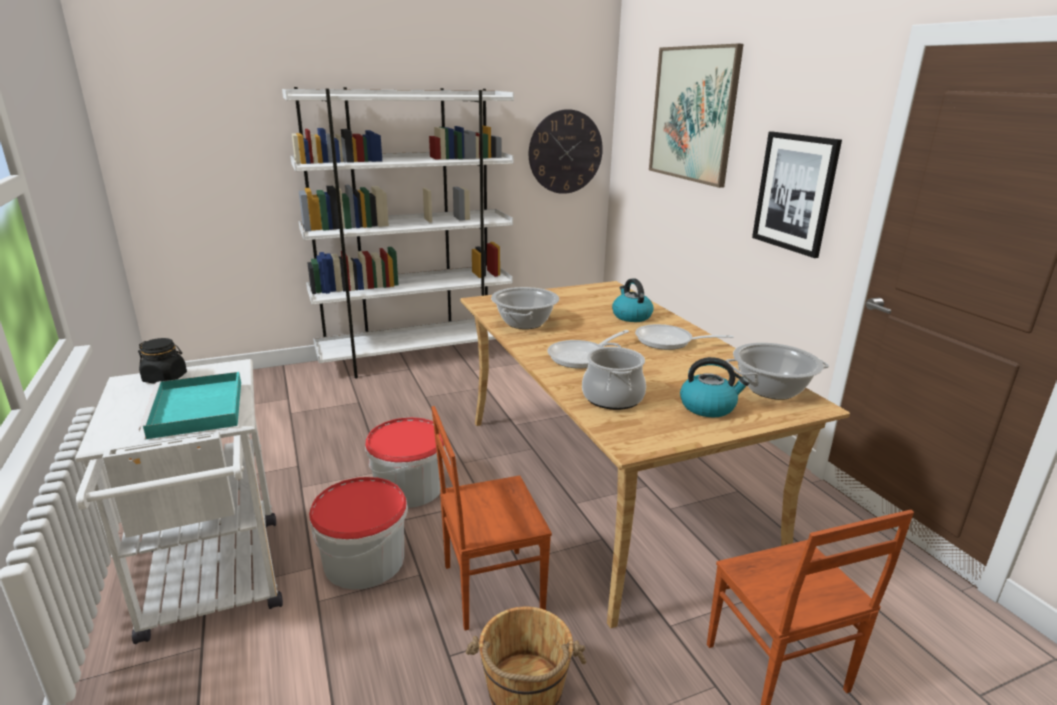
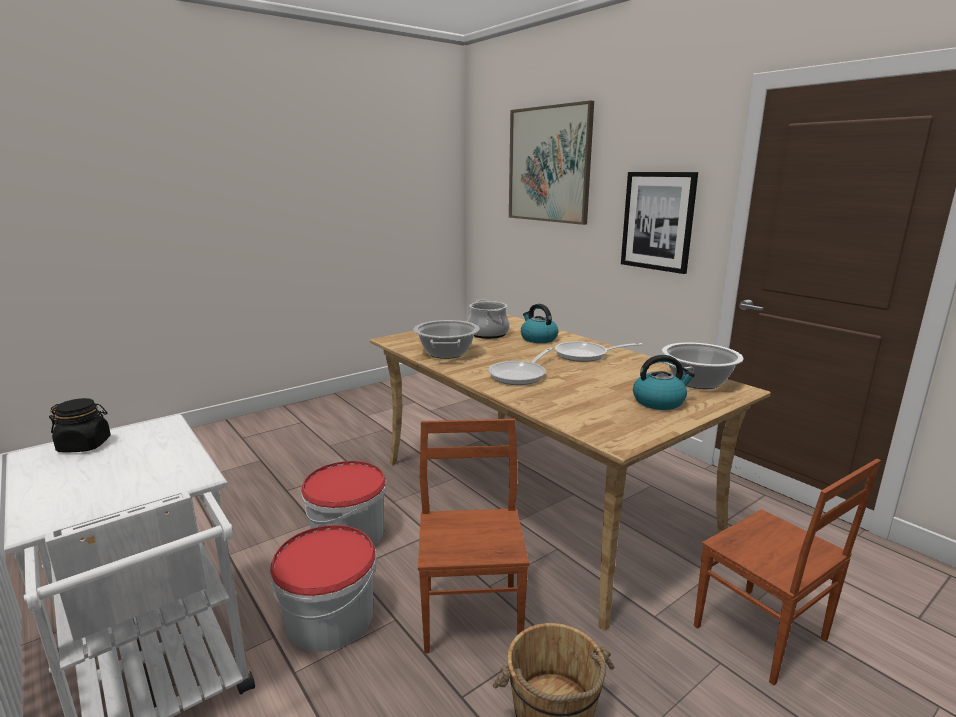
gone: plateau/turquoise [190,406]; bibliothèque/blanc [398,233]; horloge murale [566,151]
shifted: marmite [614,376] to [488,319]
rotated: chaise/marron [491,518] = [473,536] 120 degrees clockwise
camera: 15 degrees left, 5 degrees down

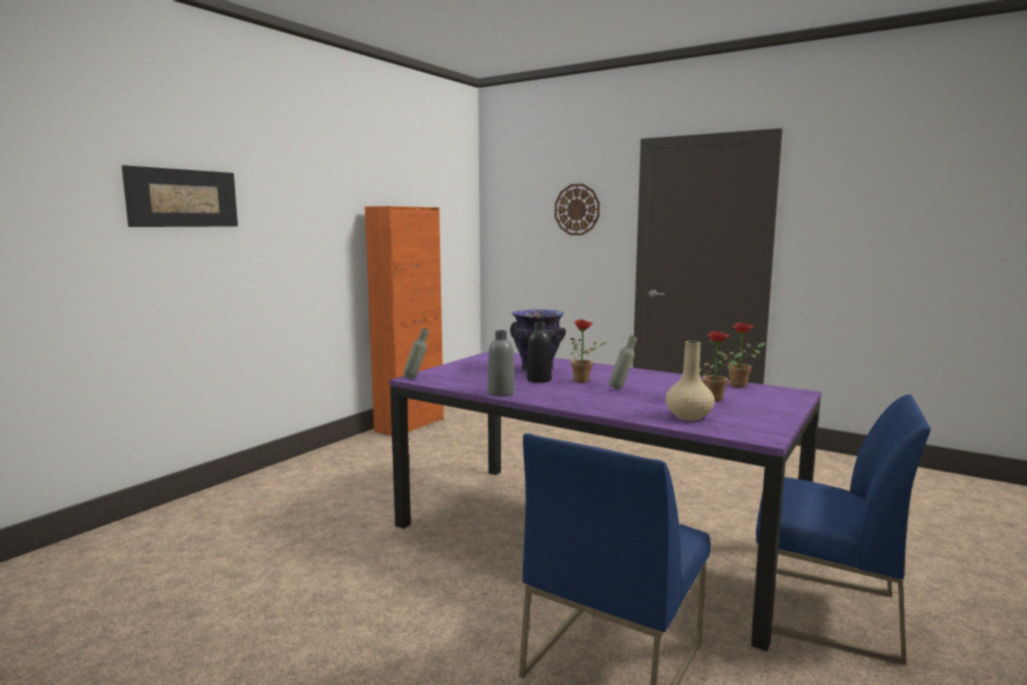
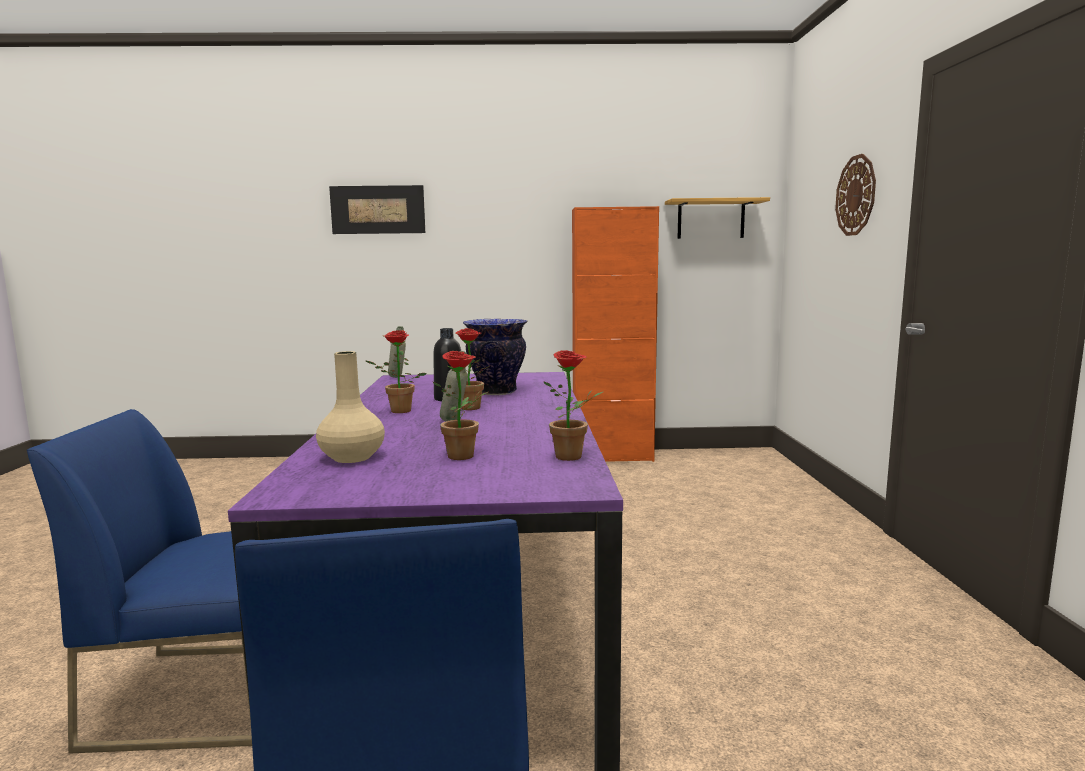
gone: bouteille/gris [501,363]
new: plante en pot [395,371]; étagère [717,218]
camera: 55 degrees right, 0 degrees up

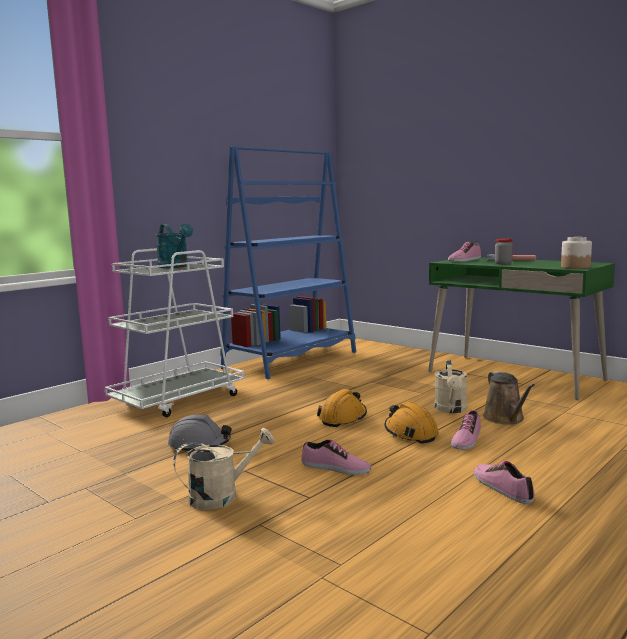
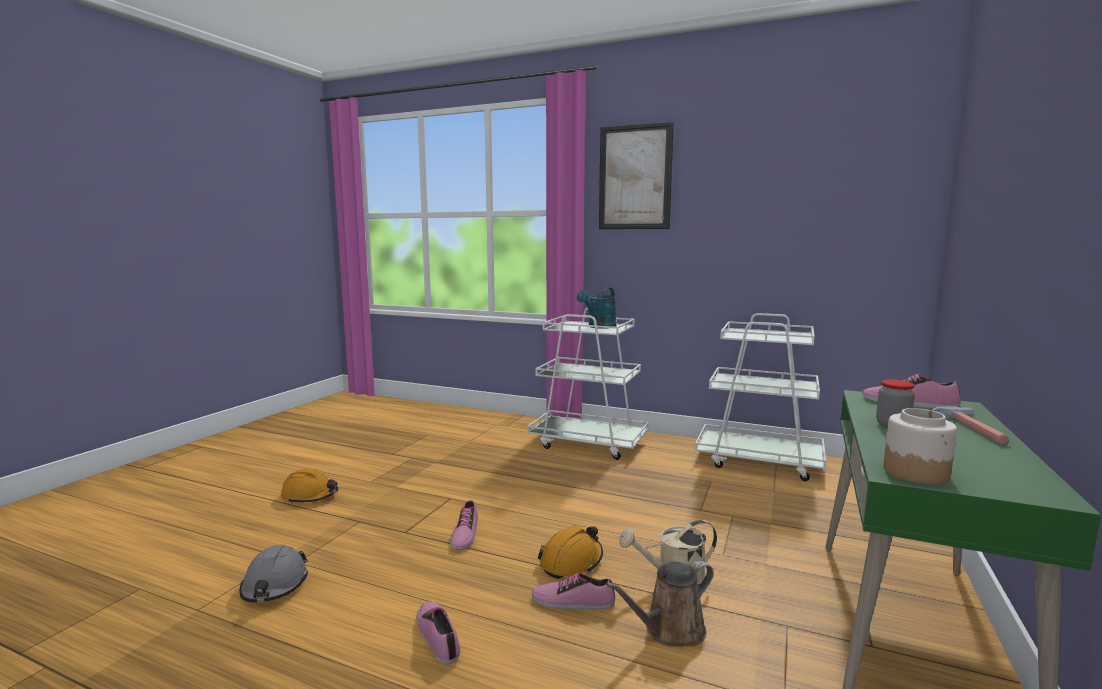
gone: arrosoir/beige [224,469]
new: tableau [636,175]
shifted: casque de chantier/gris [200,434] to [273,573]; casque de chantier/orange [342,408] to [310,486]
swapped: bibliothèque/bleu [288,262] to chariot/blanc [760,397]
rotated: chaussure [504,482] = [438,632] 75 degrees counterclockwise
camera: 70 degrees right, 0 degrees up

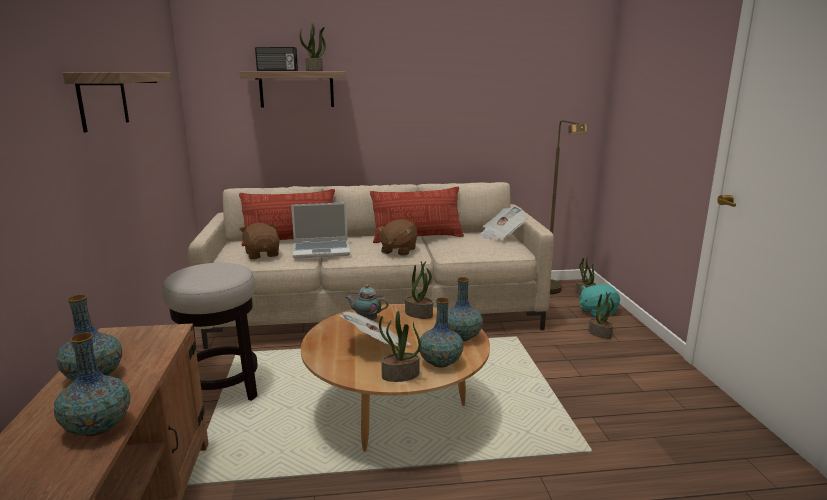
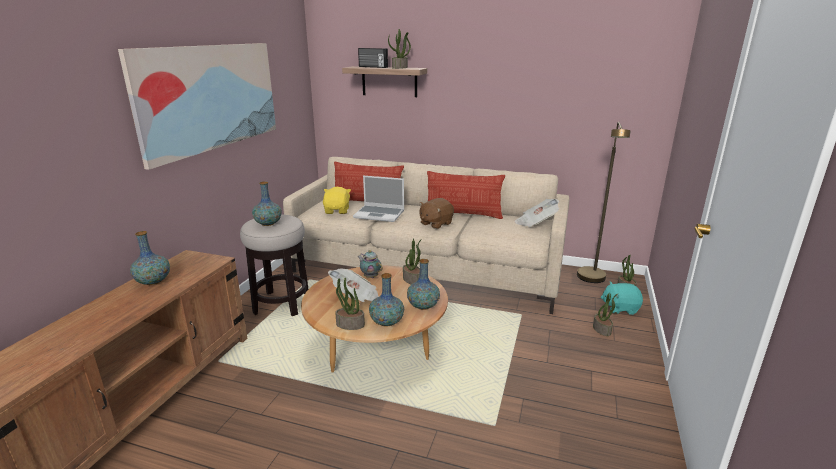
shifted: vase [92,384] to [267,203]
swapped: étagère [117,102] to tableau [197,106]
repainted: peluche/marron [259,241] to peluche/jaune [337,200]
camera: 25 degrees right, 5 degrees up

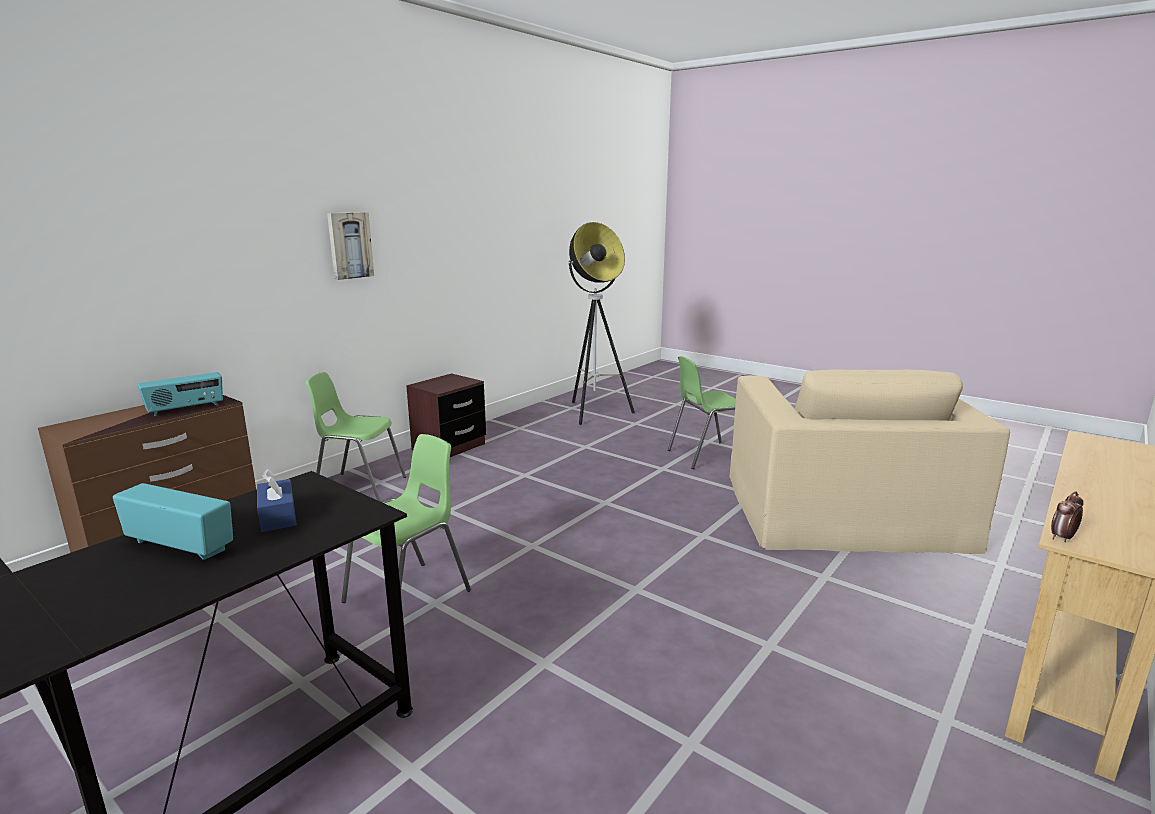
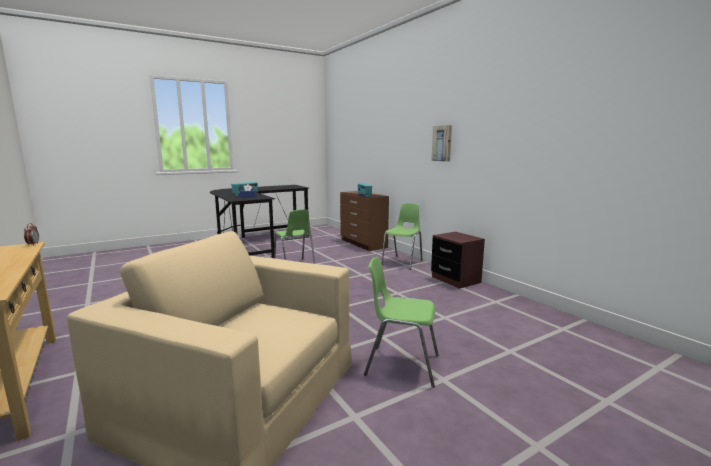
gone: lampadaire [602,323]
rotated: chaise/vert [702,412] = [401,322] 75 degrees counterclockwise
camera: 110 degrees right, 5 degrees down

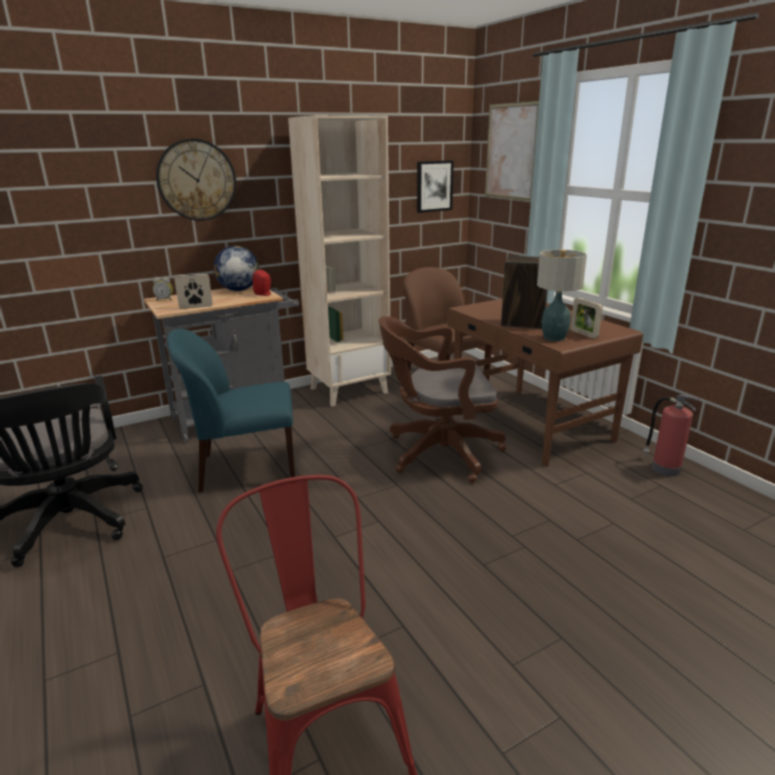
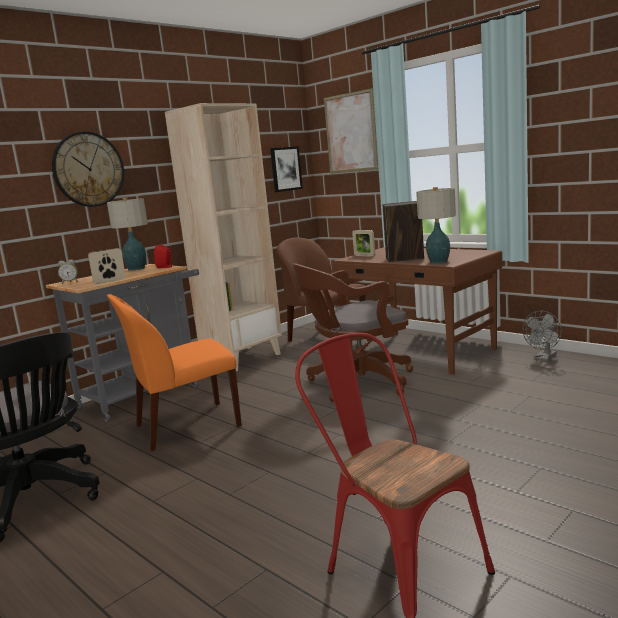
shifted: cadre photo [587,318] to [363,243]
swapped: globe [236,268] to lampe de table [127,234]; extincteur [671,436] to ventilateur/gris [542,336]
repainted: chaise/bleu [231,410] to chaise/orange [174,372]
camera: 15 degrees left, 10 degrees down

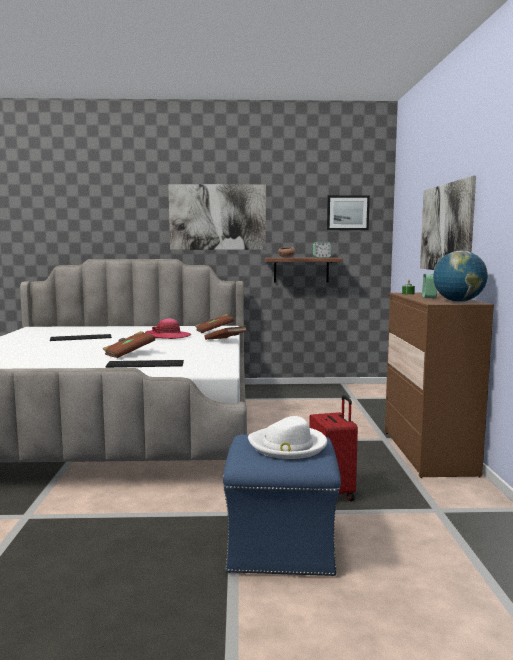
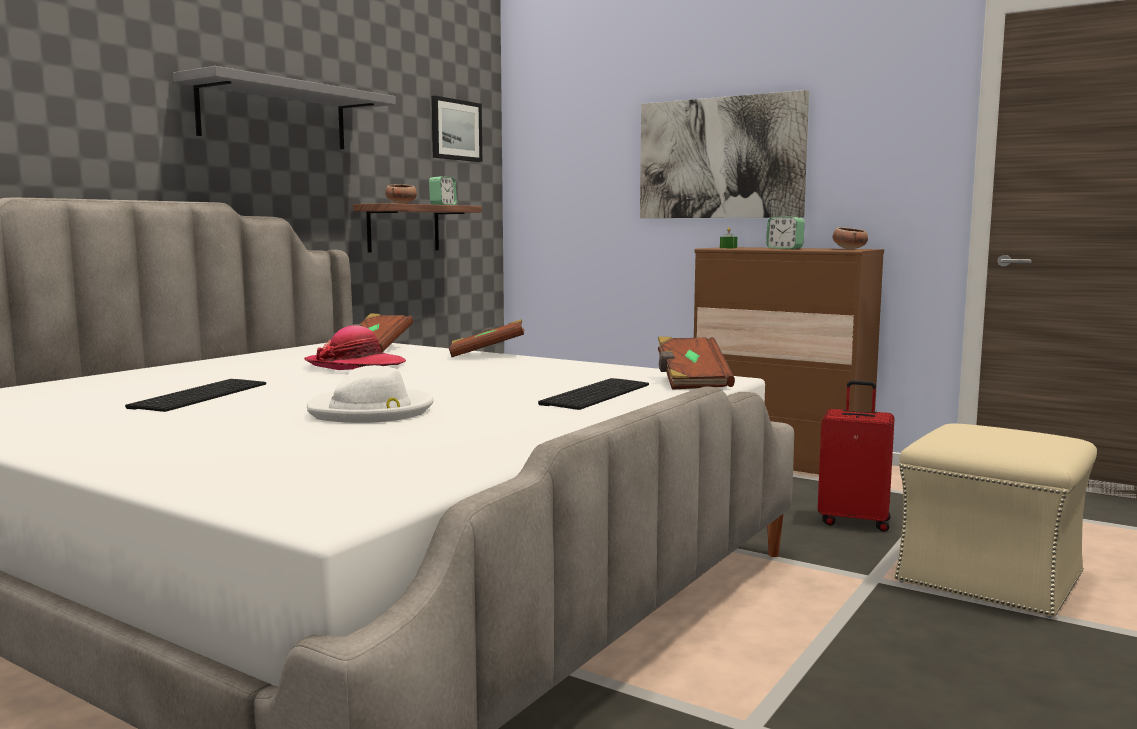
shifted: livre/marron [129,344] to [696,363]; chapeau/blanc [287,437] to [370,394]
swapped: tableau [217,217] to étagère/gris [284,107]; globe [460,276] to bol [850,238]
repainted: pouf/bleu [282,505] to pouf/beige [996,521]
camera: 55 degrees left, 0 degrees up

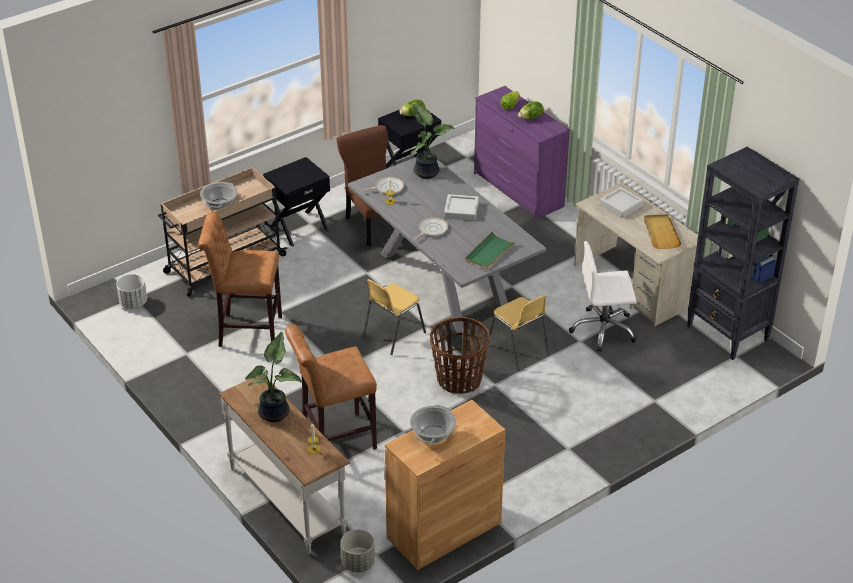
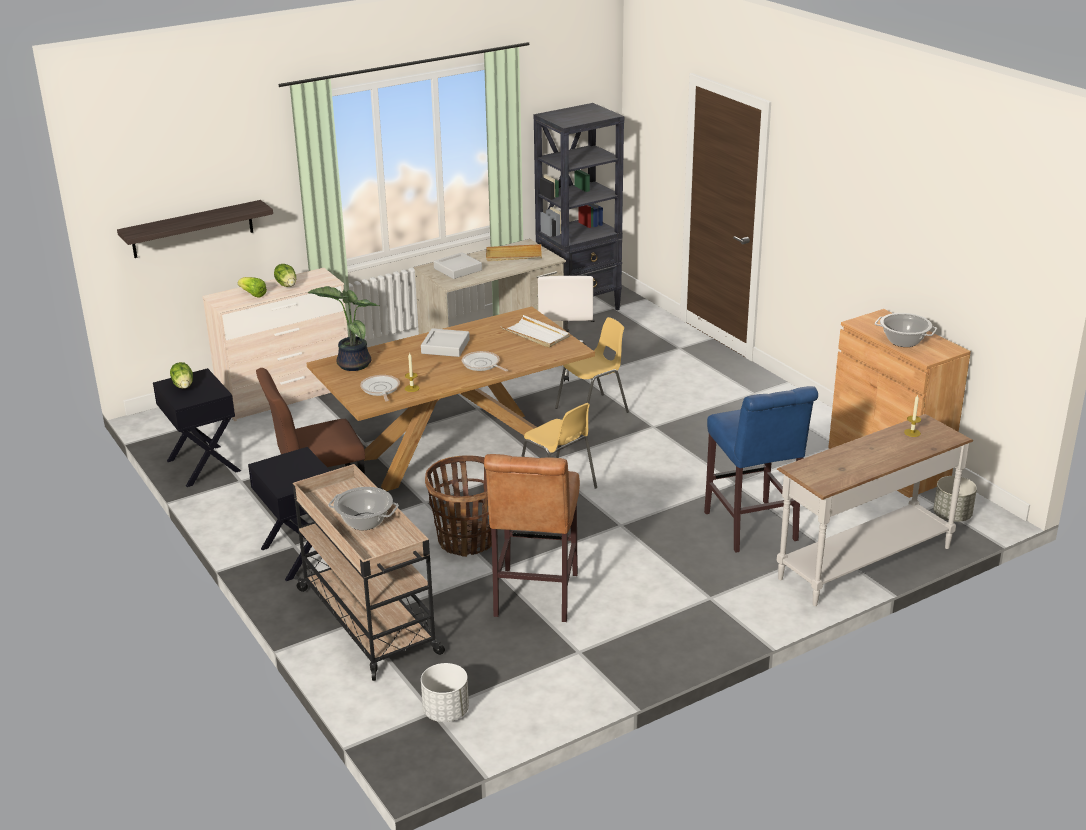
gone: plante en pot [273,377]
new: étagère [195,229]
shifted: panier [460,355] to [458,506]
repainted: tabouret/marron [331,386] to tabouret/bleu [761,469]; table à manger/gris [447,245] to table à manger/marron [451,398]; plateau/vert [491,250] to plateau/blanc [535,331]; commode/violet [522,153] to commode/beige [275,344]
camera: 85 degrees left, 10 degrees down

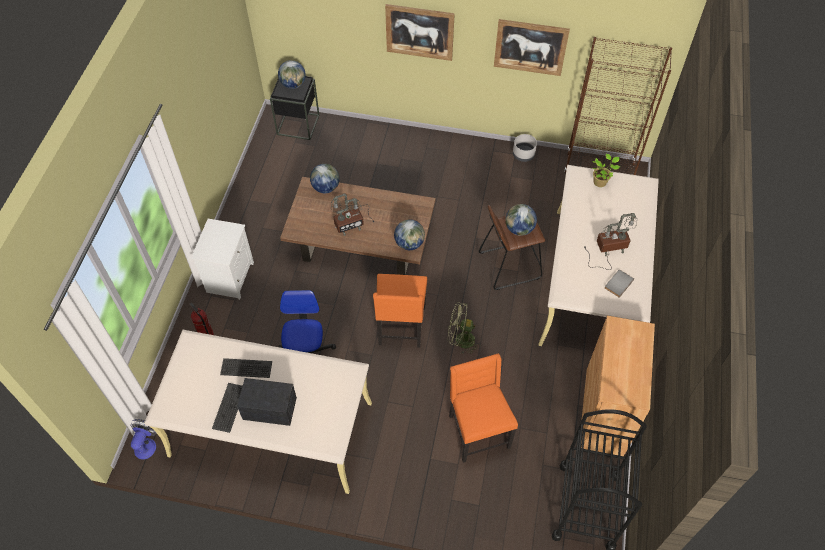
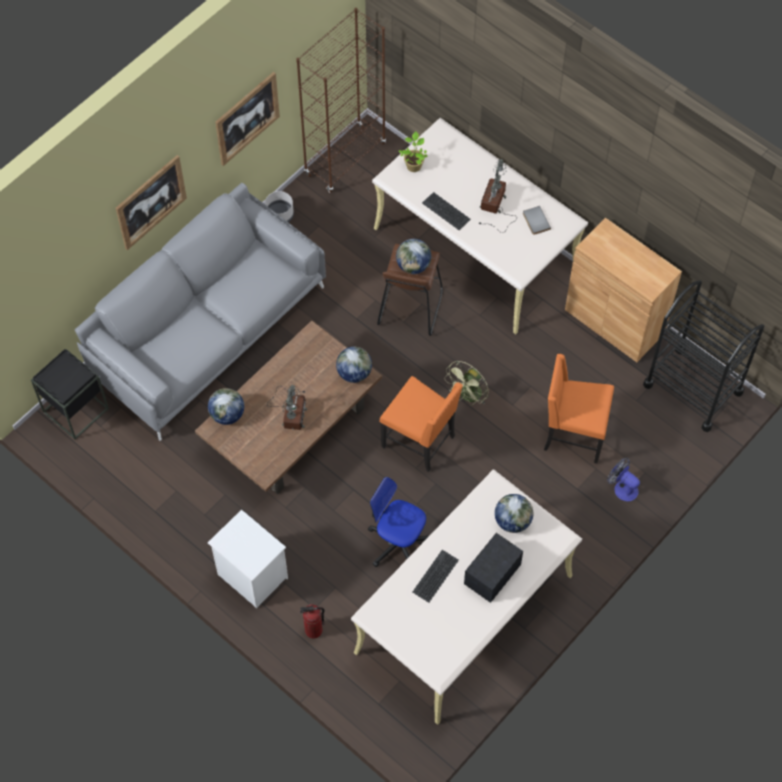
new: canapé/gris [200,312]
shifted: ventilateur [143,439] to [623,480]; clavier [227,408] to [446,211]; globe [292,74] to [514,513]
camera: 60 degrees left, 5 degrees up

